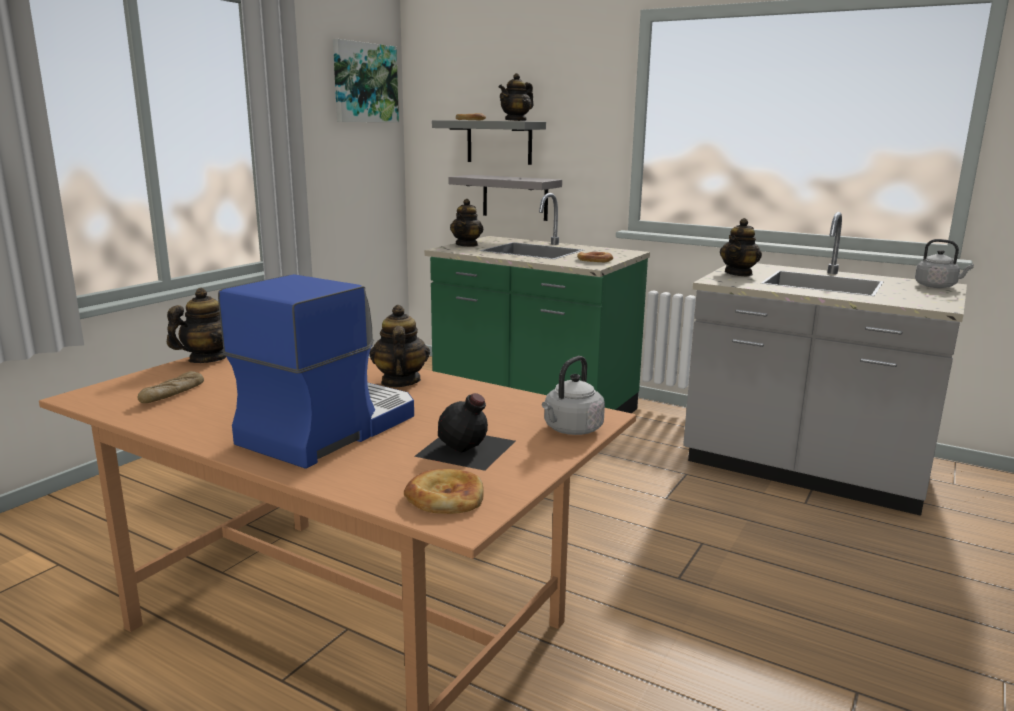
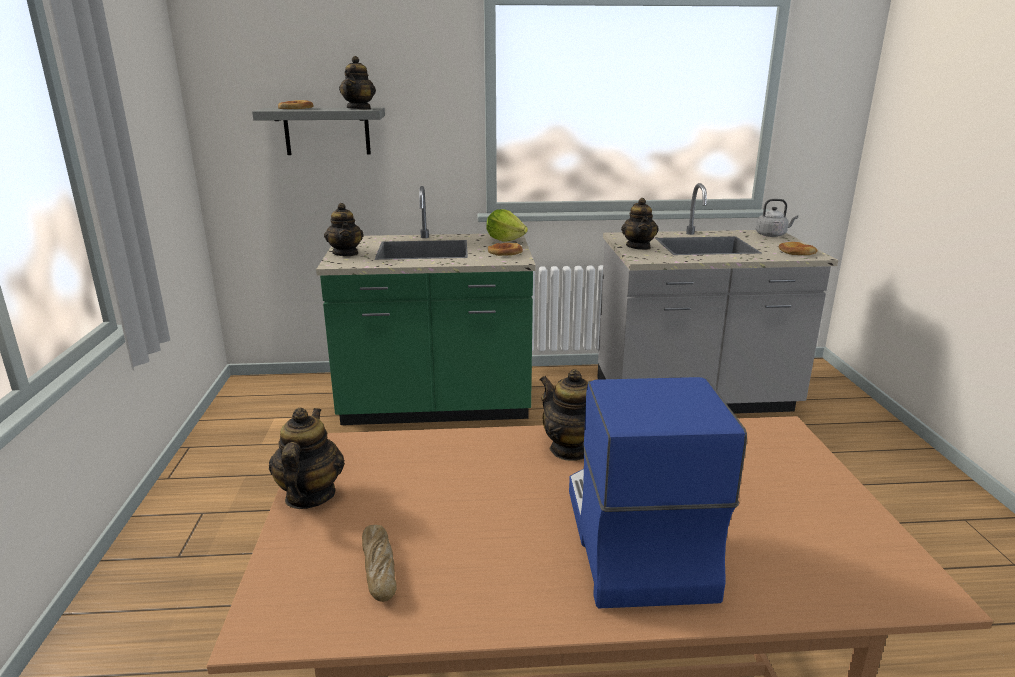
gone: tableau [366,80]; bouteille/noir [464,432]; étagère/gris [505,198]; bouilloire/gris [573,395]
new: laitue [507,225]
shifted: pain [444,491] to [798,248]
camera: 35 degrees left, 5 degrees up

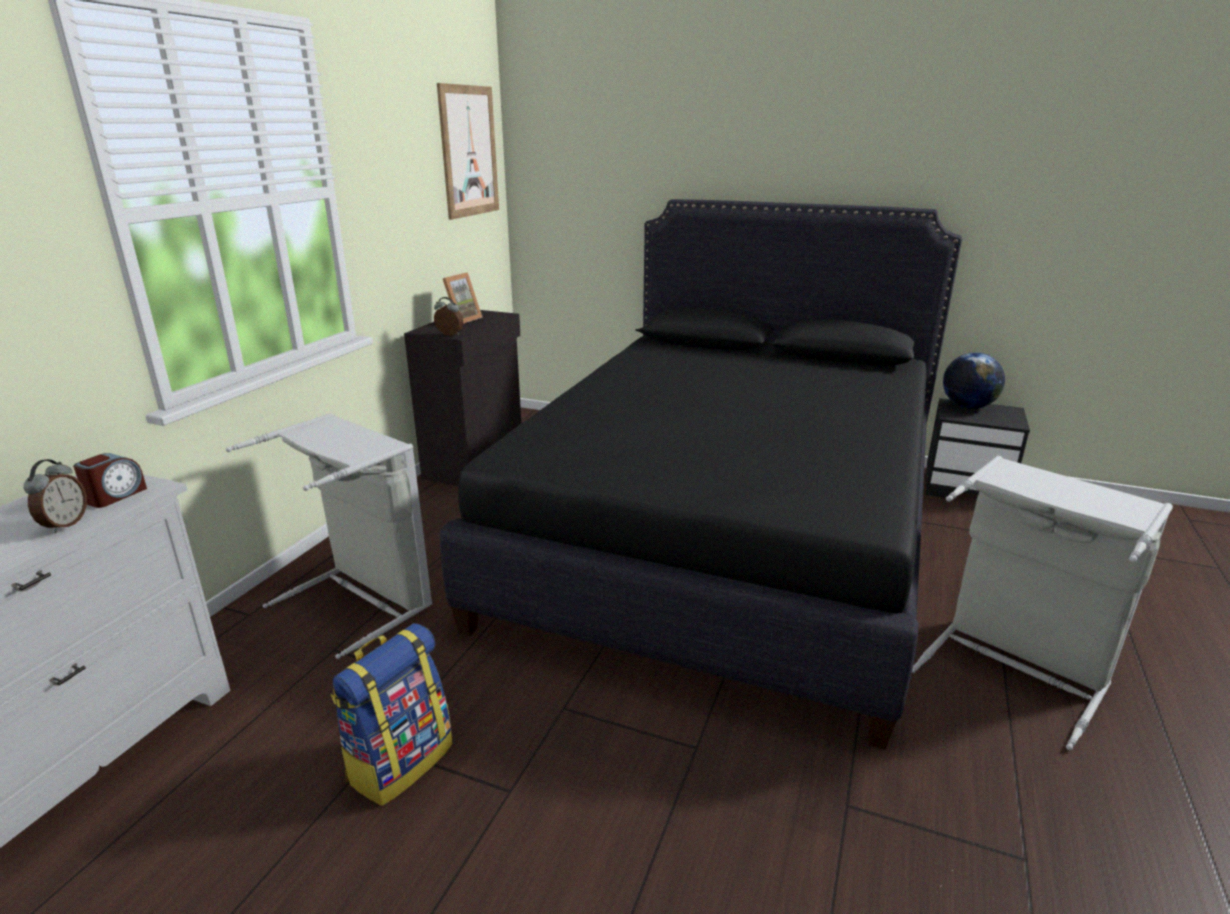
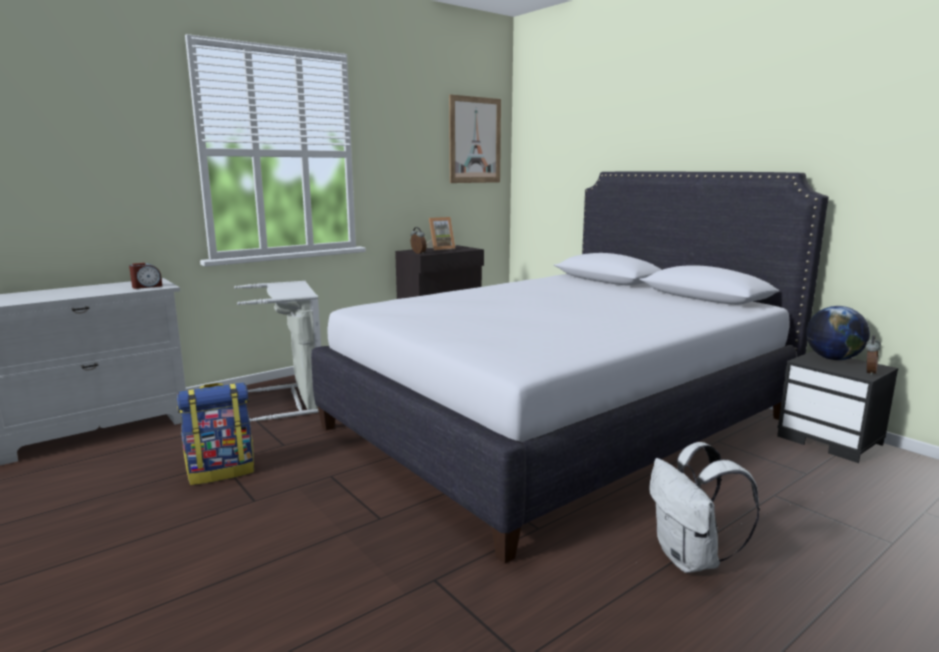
shifted: réveil [55,496] to [873,355]
swapped: panier à linge/gris [1042,603] to sac à dos/blanc [704,507]
repainted: lit/noir [701,474] to lit/blanc [570,367]
camera: 30 degrees right, 10 degrees down

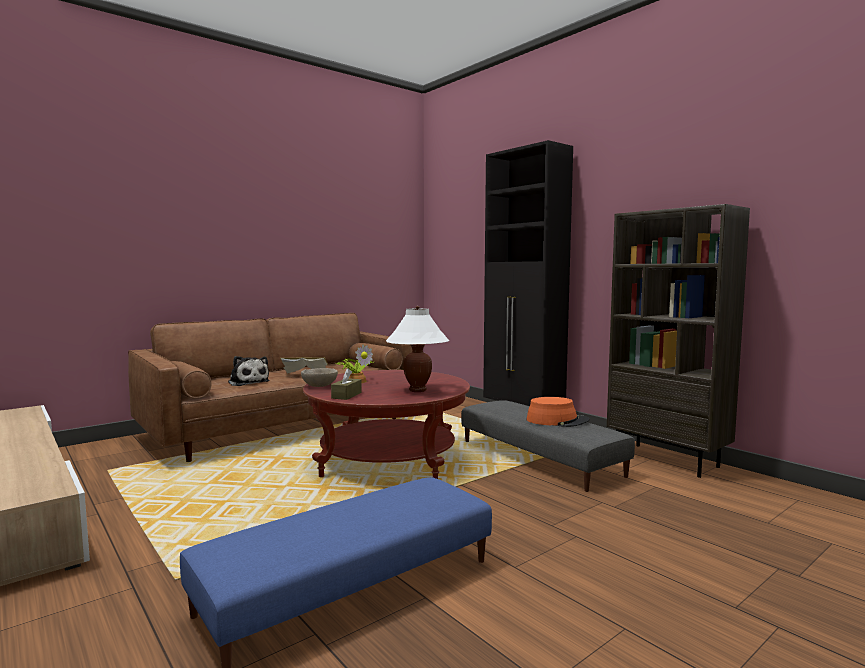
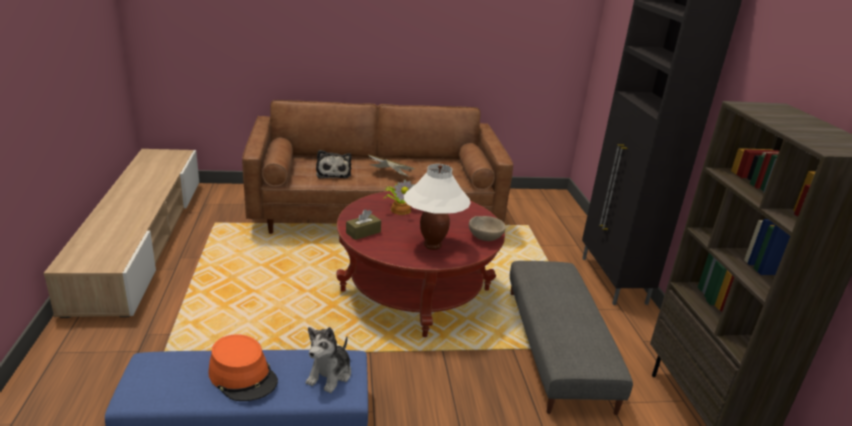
new: peluche [328,360]
shifted: bol/beige [319,377] to [487,228]; chapeau/orange [558,412] to [243,367]
camera: 30 degrees right, 20 degrees up

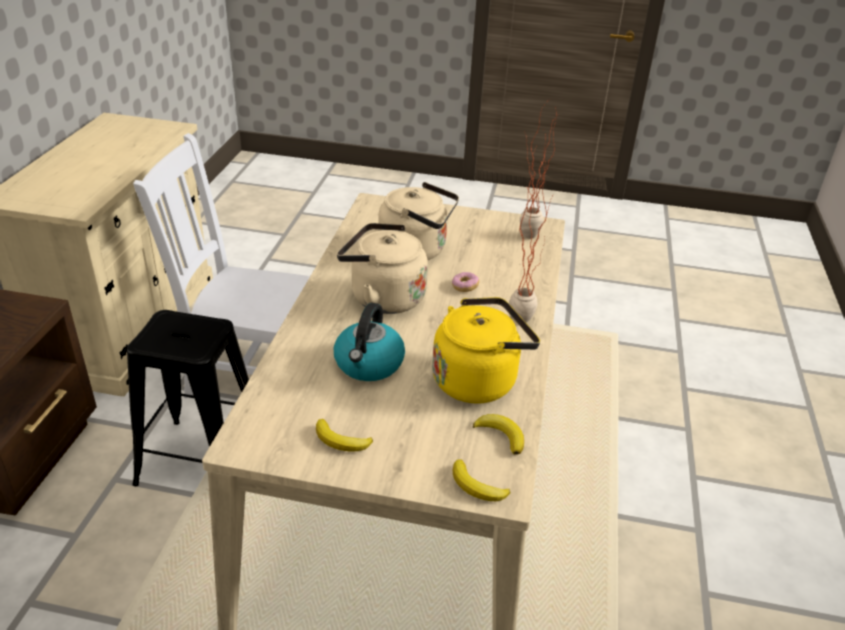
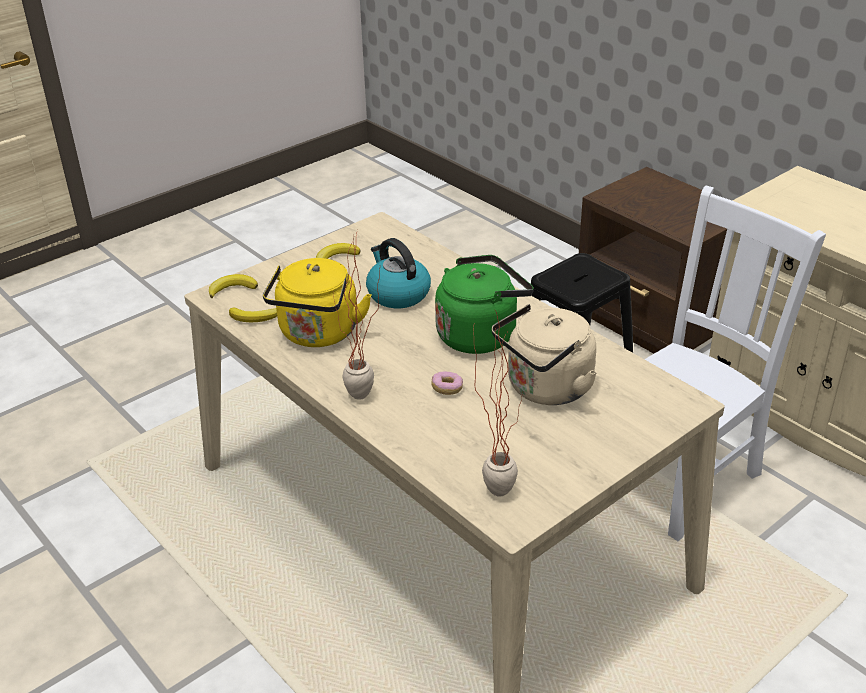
repainted: bouilloire/beige [382,268] to bouilloire/vert [484,304]
camera: 130 degrees right, 0 degrees up

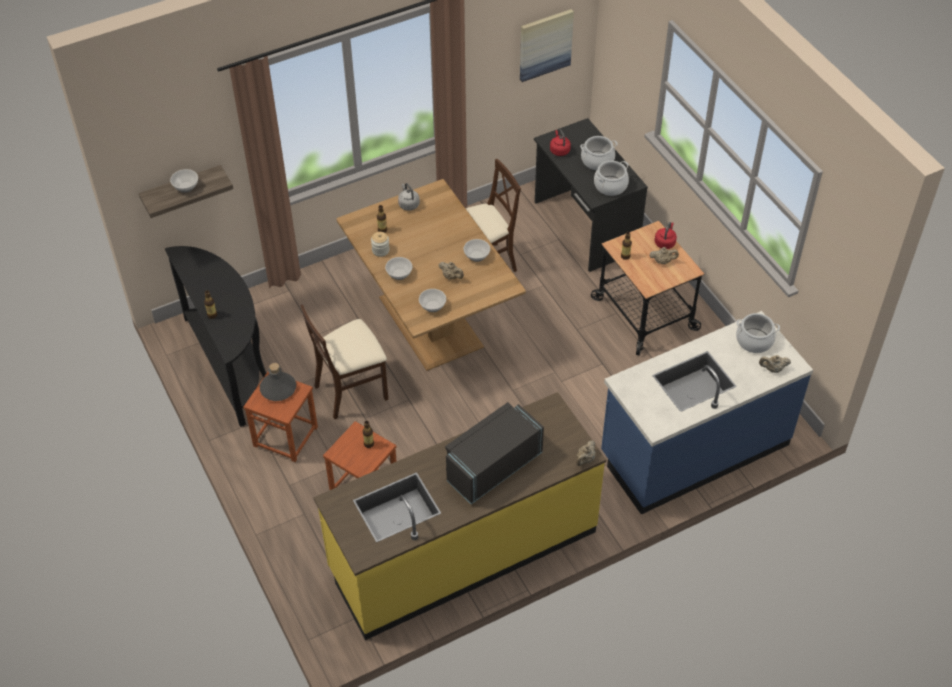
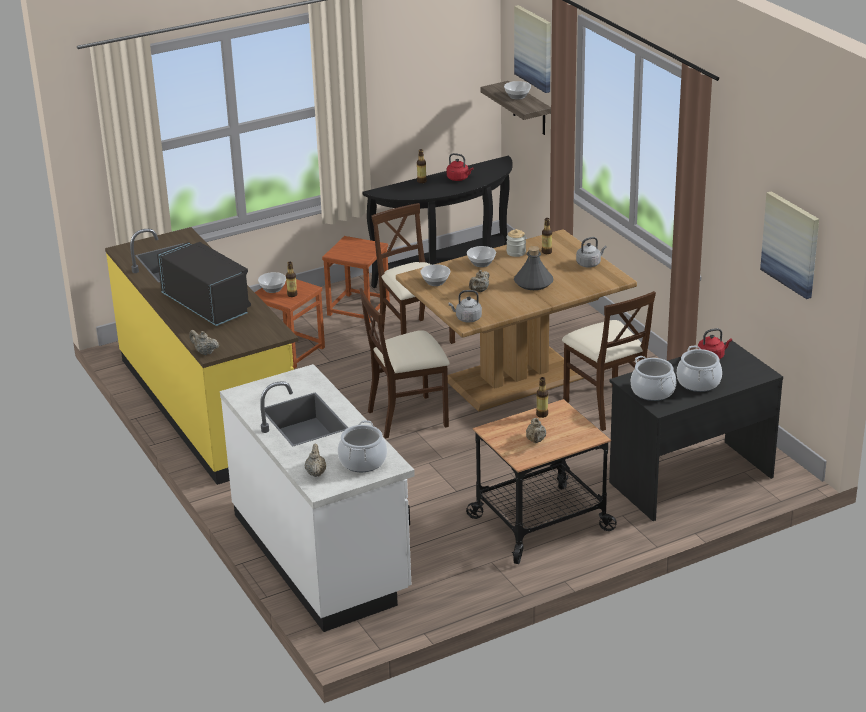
new: chaise/beige [405,363]; bouilloire/gris [465,306]; tableau [532,49]
shifted: bouteille/gris [278,382] to [534,268]; bol [476,250] to [272,282]; bouilloire/rouge [665,235] to [460,167]
repainted: comptoir de cuisine/bleu [707,412] to comptoir de cuisine/blanc [317,498]
camera: 90 degrees right, 20 degrees down

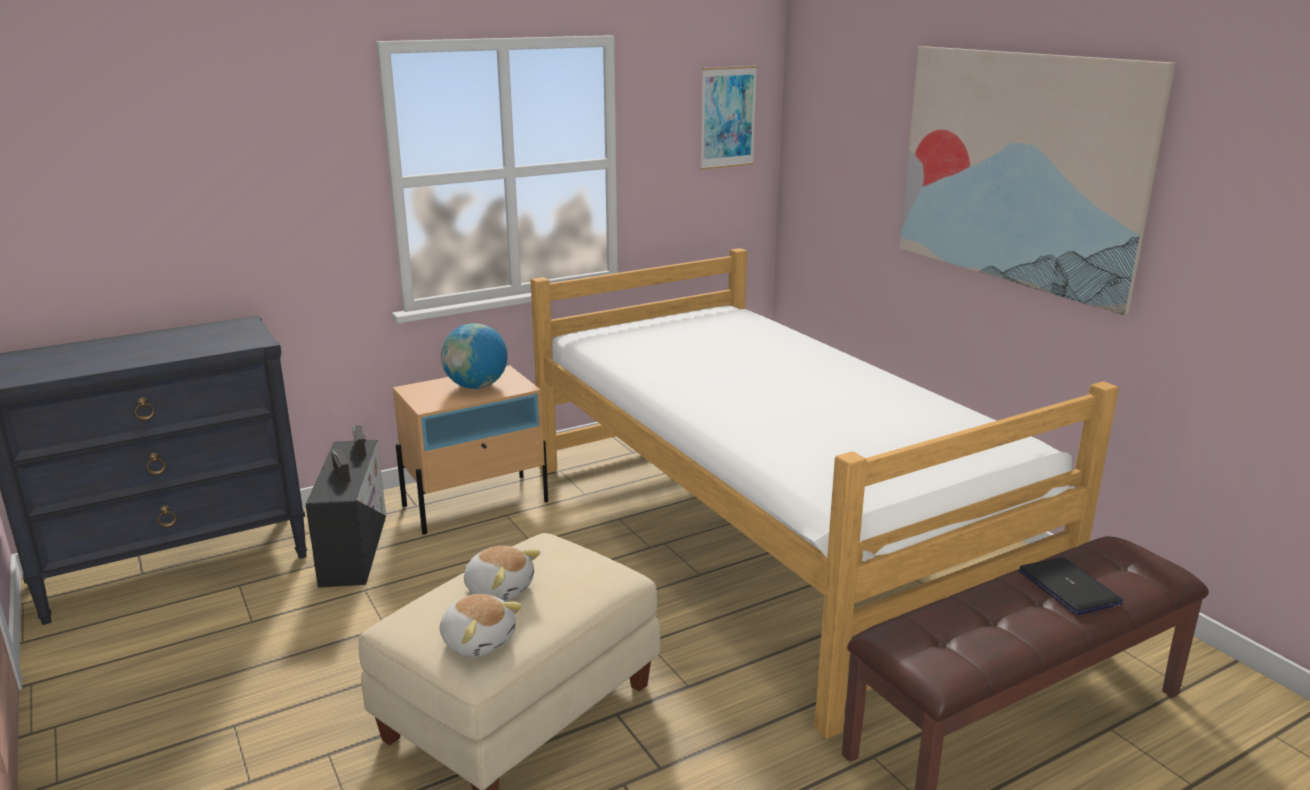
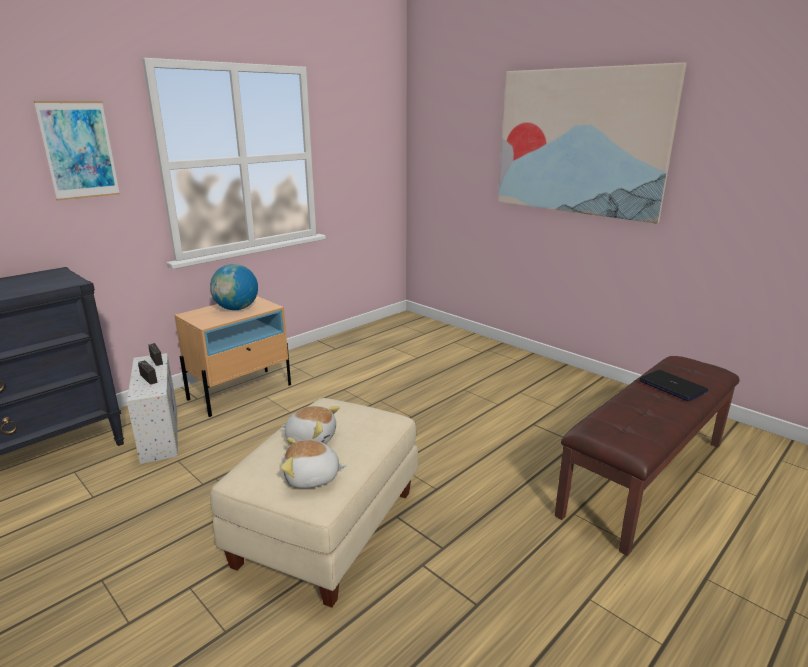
gone: lit [825,493]
shifted: tableau [728,118] to [77,151]
repainted: boîte de rangement/noir [345,514] to boîte de rangement/blanc [152,408]
rotated: peluche [481,625] = [314,462] 150 degrees clockwise
camera: 15 degrees left, 0 degrees up

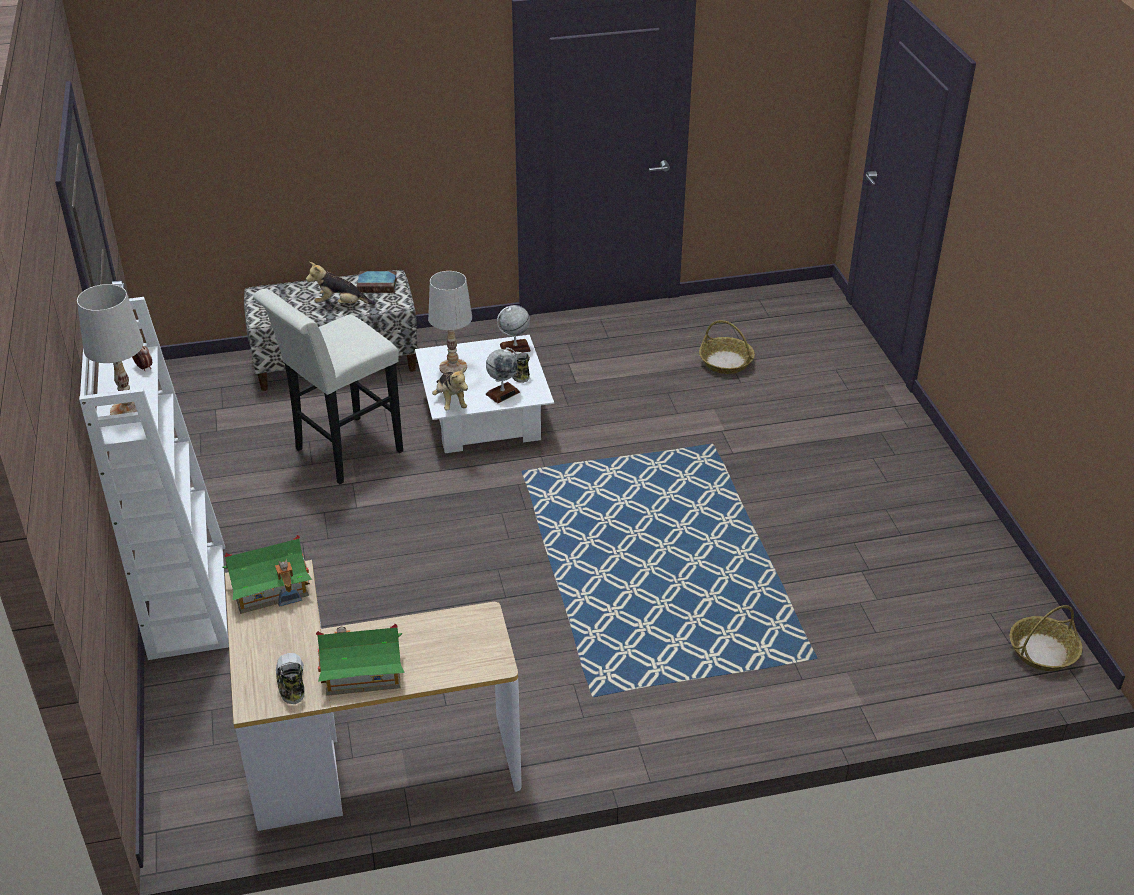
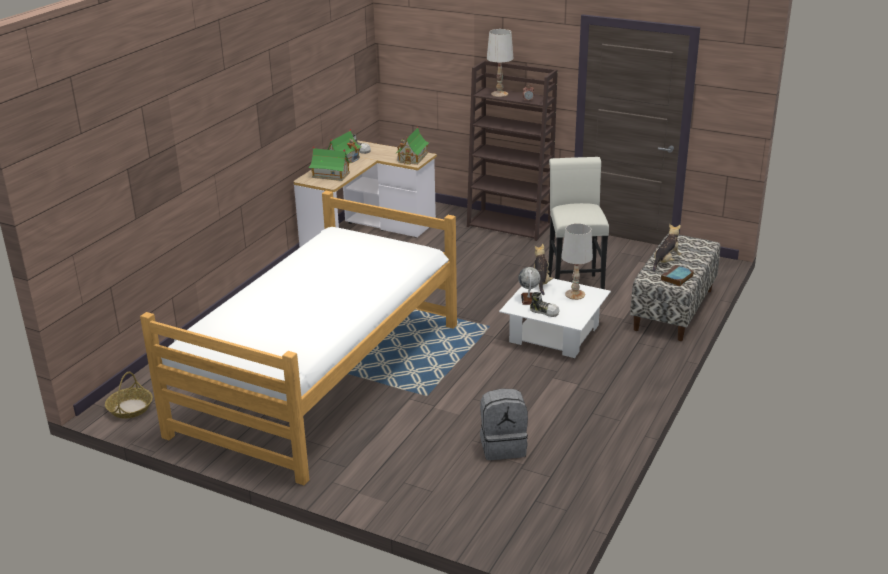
gone: globe [514,329]
new: lit [298,338]; maison miniature [330,163]
swapped: panier [727,347] to sac à dos/gris [504,424]
repainted: bibliothèque/blanc [154,478] to bibliothèque/marron [512,150]
rotated: peluche [450,389] = [543,269] 75 degrees clockwise
camera: 130 degrees right, 10 degrees down

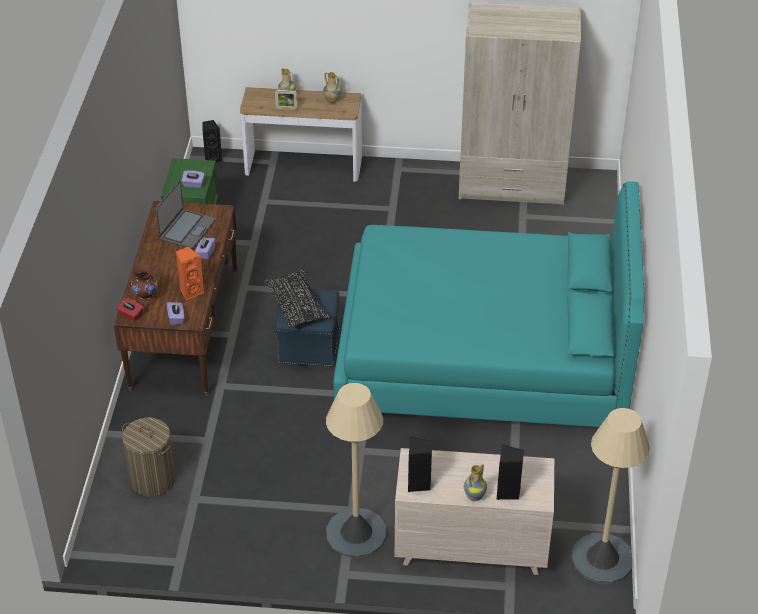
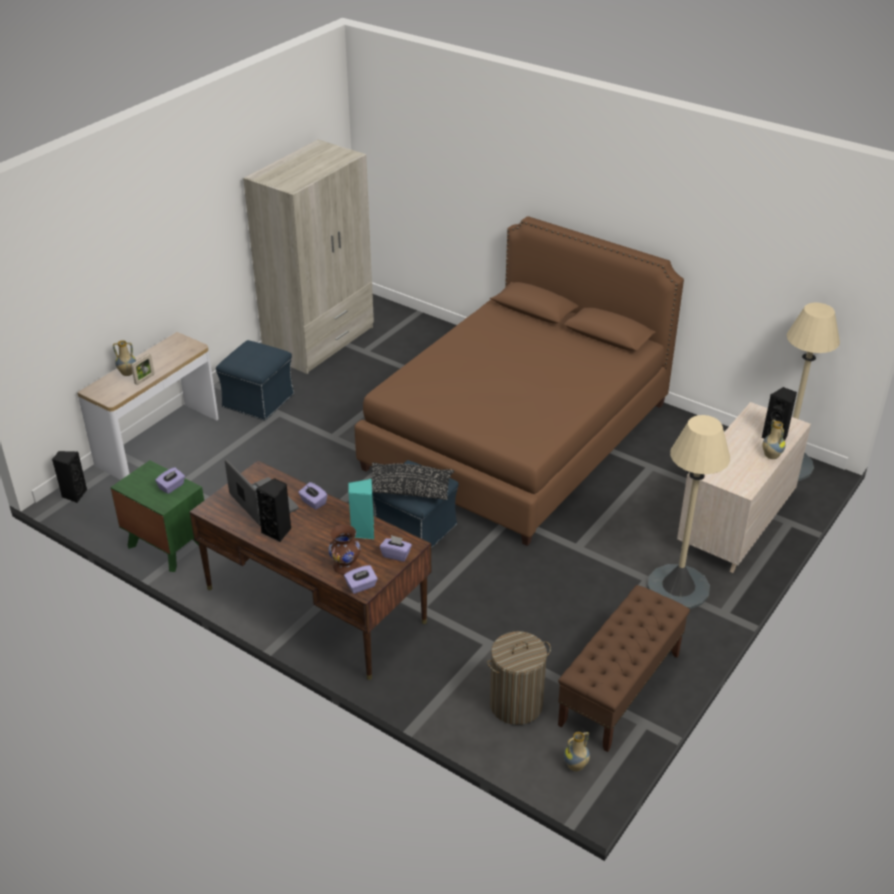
new: pouf/bleu [255,380]; banc/marron [624,668]
shifted: vase [332,87] to [577,751]; enceinte/noir [420,464] to [273,510]
repainted: boîte à mouchoirs/rouge [129,310] to boîte à mouchoirs/violet [361,579]; enceinte/orange [190,273] to enceinte/turquoise [361,509]; lit/turquoise [489,304] to lit/marron [519,381]
camera: 60 degrees left, 5 degrees down

